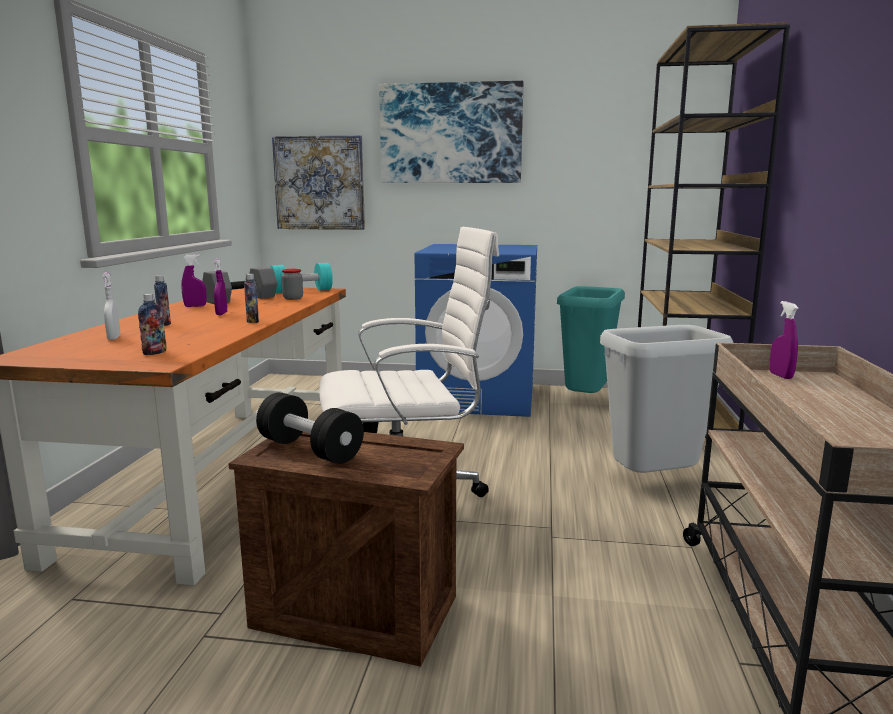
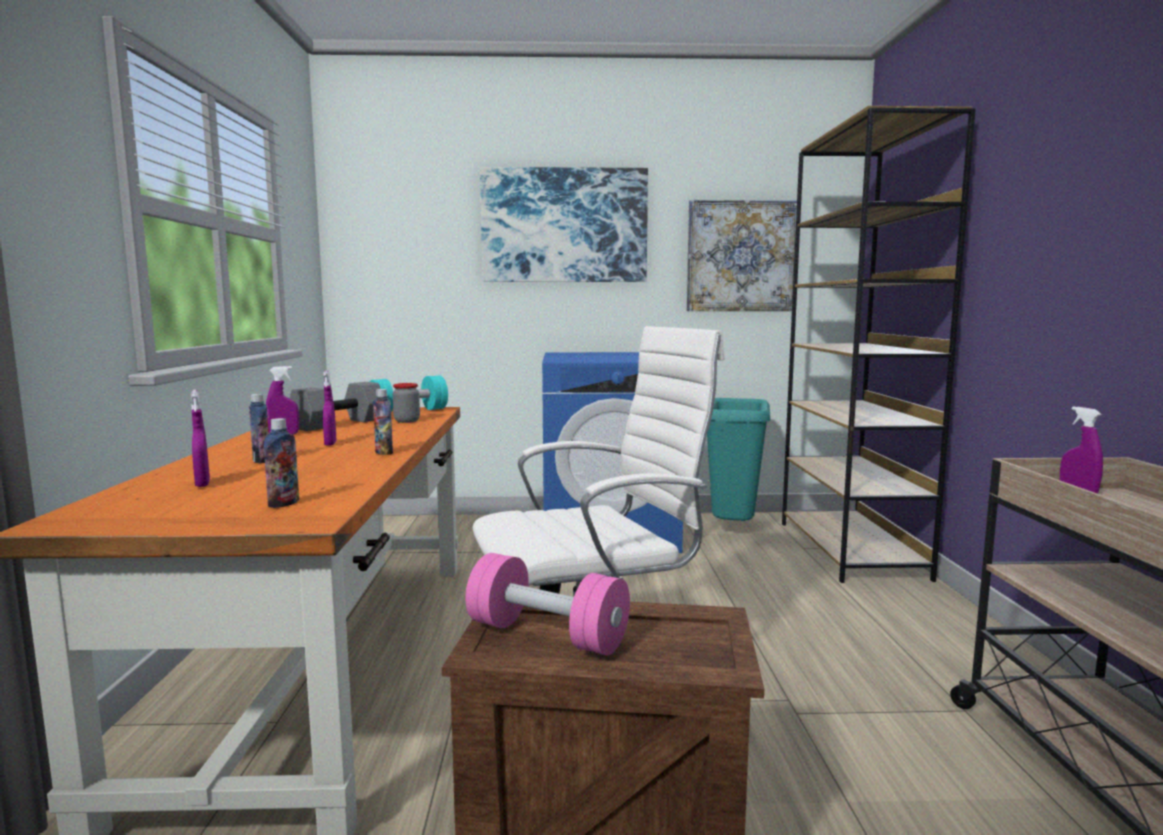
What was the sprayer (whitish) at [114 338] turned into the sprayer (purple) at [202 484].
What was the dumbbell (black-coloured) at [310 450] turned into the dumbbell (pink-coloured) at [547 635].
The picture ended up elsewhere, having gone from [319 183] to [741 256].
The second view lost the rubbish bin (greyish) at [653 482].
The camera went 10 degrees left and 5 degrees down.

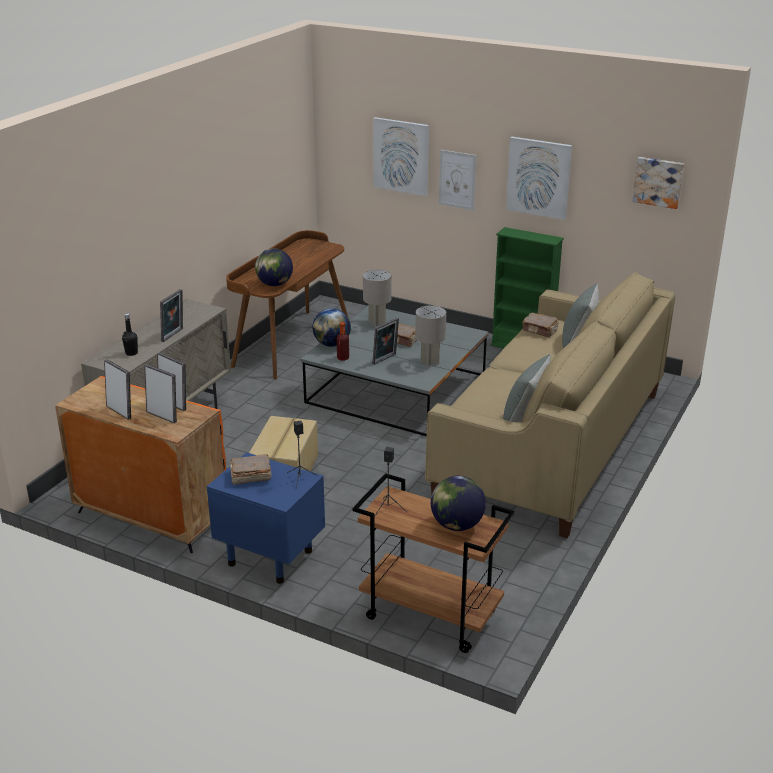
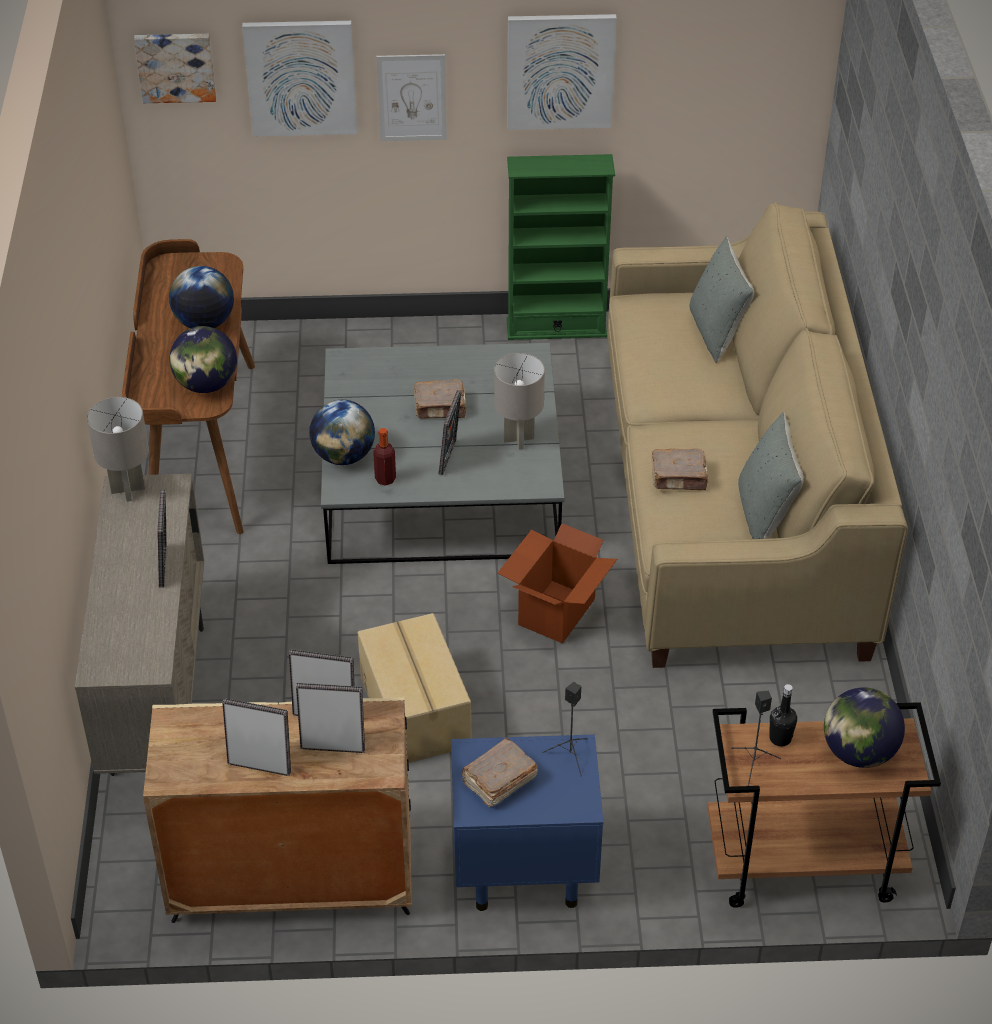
What was the storage cabinet (orangey) at [150 517] turned into the storage cabinet (sand-coloured) at [290 879].
The beverage bottle (black-coloured) ended up elsewhere, having gone from [131 353] to [780 738].
The lamp for a table (greyish) ended up elsewhere, having gone from [377 323] to [128 490].
The book (brown) ended up elsewhere, having gone from [540 330] to [679 478].
The picture ended up elsewhere, having gone from [658 182] to [176 66].
The second view gained the globe at [204 323].
The second view gained the packing box at [555 612].
The camera went 30 degrees left and 15 degrees up.

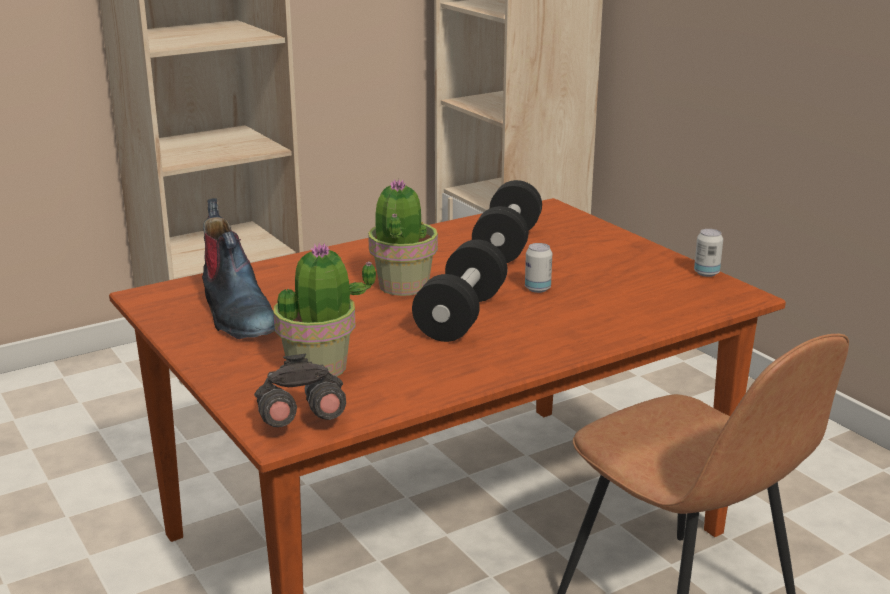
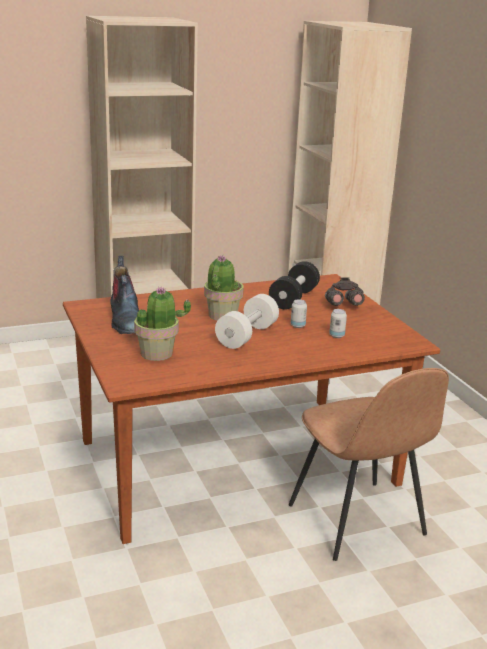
The pair of binoculars (greyish) ended up elsewhere, having gone from [299 420] to [342 306].
What was the dumbbell (black-coloured) at [461 316] turned into the dumbbell (whitish) at [247 336].
The metal can ended up elsewhere, having gone from [706 273] to [336 336].
The camera went 10 degrees right and 0 degrees up.

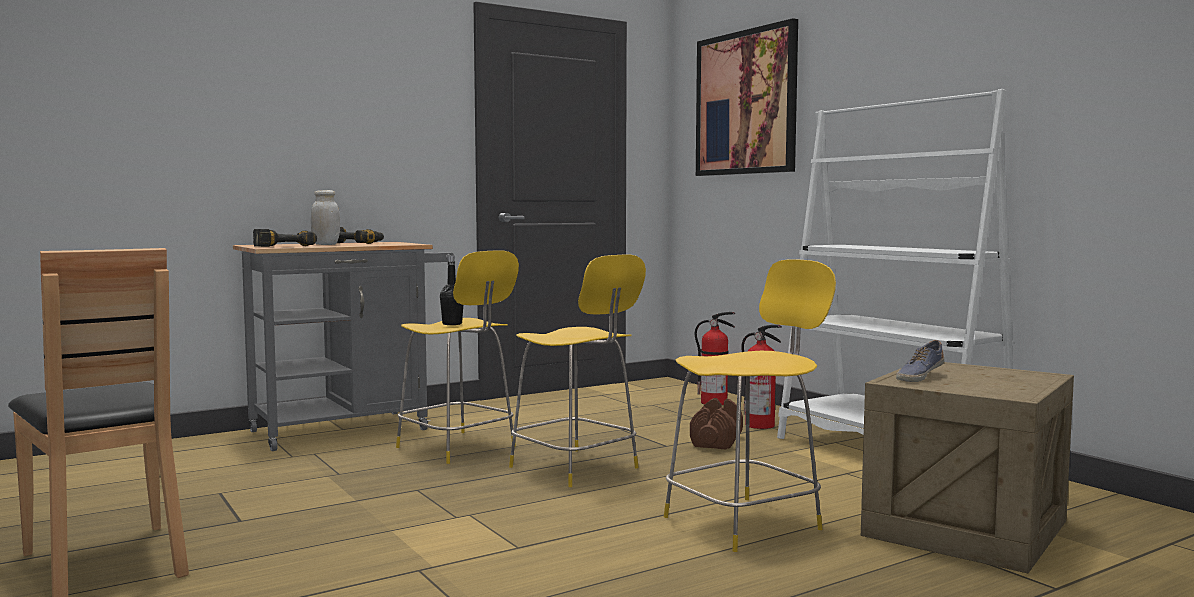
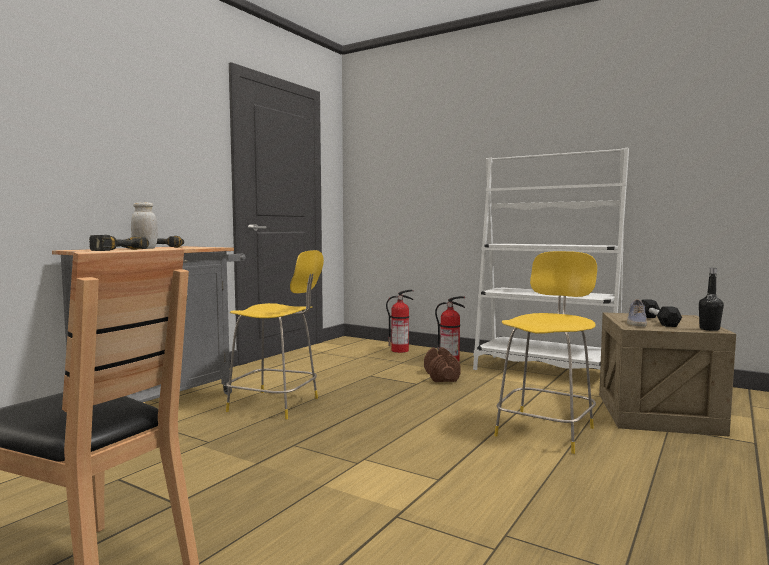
The beverage bottle (black-coloured) ended up elsewhere, having gone from [452 324] to [709 329].
The second view lost the stool seat (yellow-coloured) at [576 468].
The second view lost the picture at [745 103].
The second view gained the dumbbell (black-coloured) at [657 321].
The camera went 25 degrees left and 0 degrees up.

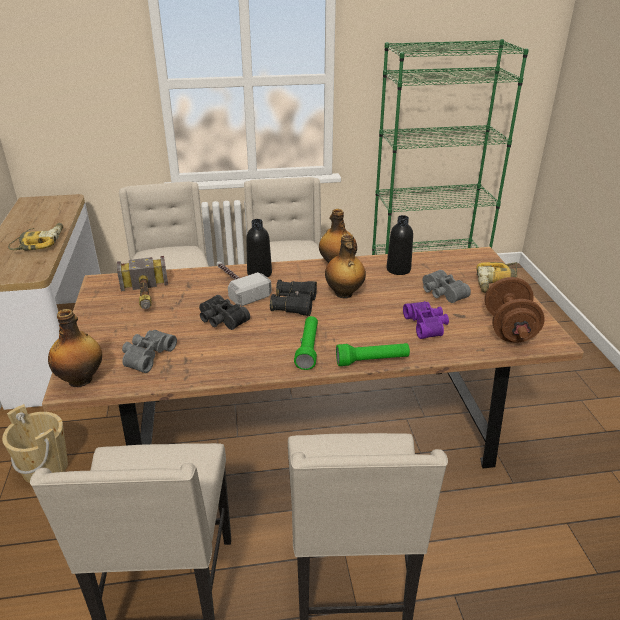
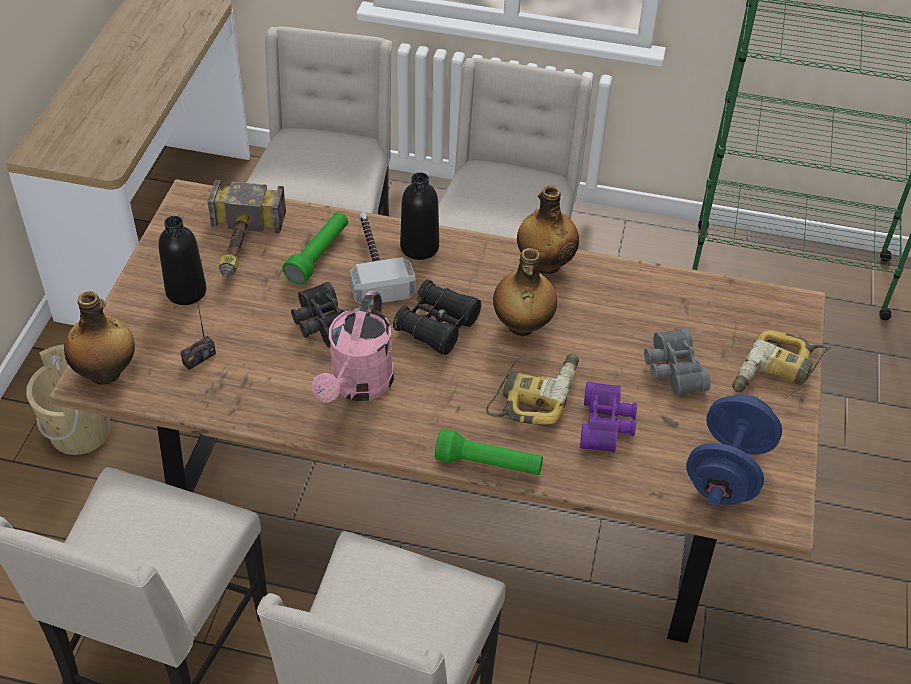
The power drill ended up elsewhere, having gone from [40 242] to [534 393].
Where the pair of binoculars (greyish) stood at [146 356], the radio came to stand at [199 358].
The torch (green) ended up elsewhere, having gone from [308 348] to [319 255].
The beverage bottle (black-coloured) ended up elsewhere, having gone from [398 269] to [186 291].
What was the dumbbell (brown) at [509 329] turned into the dumbbell (blue) at [727 471].
The second view gained the sprinkling can (pink-coloured) at [358 387].
The camera went 20 degrees right and 15 degrees up.

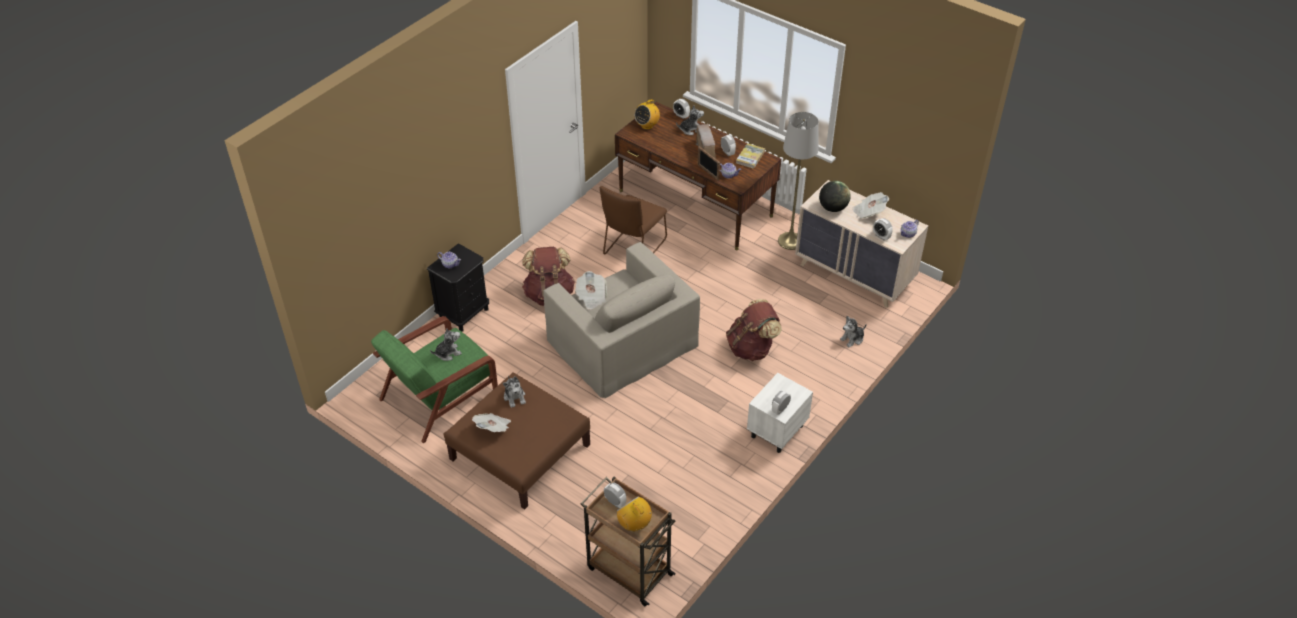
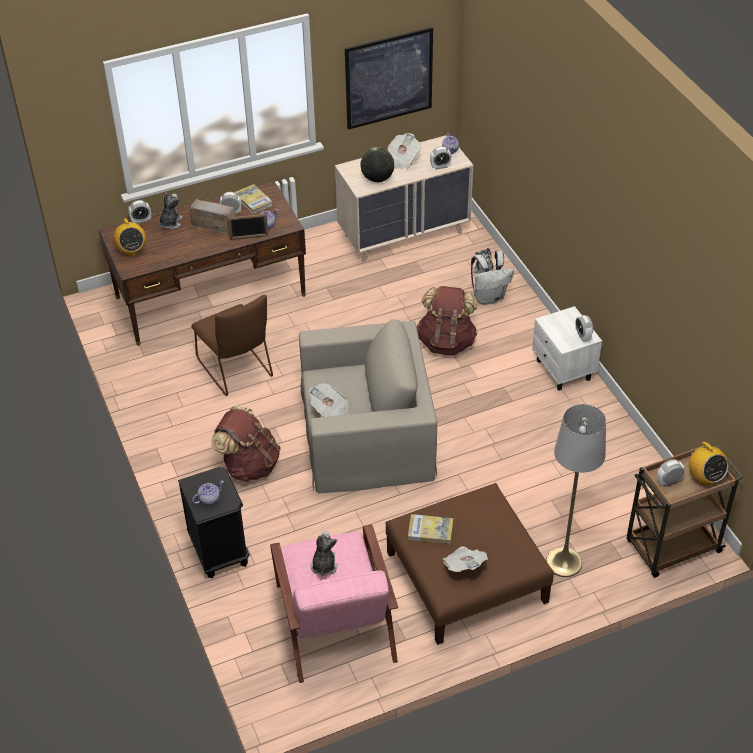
What was the lounge chair (green) at [441 395] turned into the lounge chair (pink-coloured) at [335 619].
Where the plush toy stood at [515 397], the book came to stand at [430 530].
The radio at [634 524] ended up facing another way, 105 degrees counterclockwise from before.
The standing lamp (greyish) ended up elsewhere, having gone from [790 241] to [564 562].
The second view gained the picture at [389 78].
The second view gained the backpack (whitish) at [489 297].
The camera went 60 degrees left and 0 degrees up.

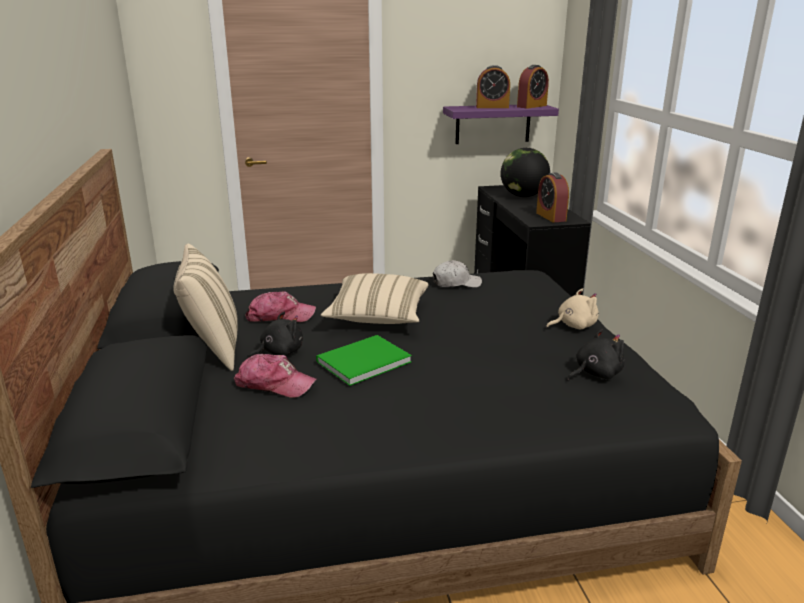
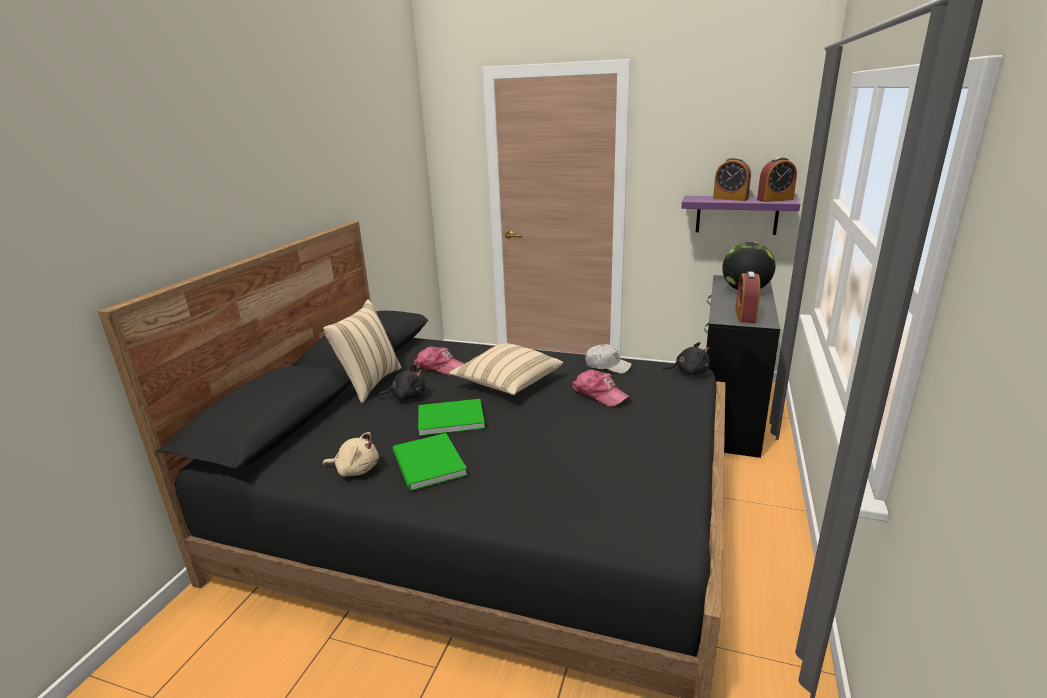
The peaked cap ended up elsewhere, having gone from [274 384] to [599 394].
The plush toy (sand-coloured) ended up elsewhere, having gone from [573 326] to [356 469].
The plush toy (black-coloured) ended up elsewhere, having gone from [595 374] to [689 372].
The second view gained the book (green) at [427 465].
The camera went 30 degrees right and 0 degrees up.

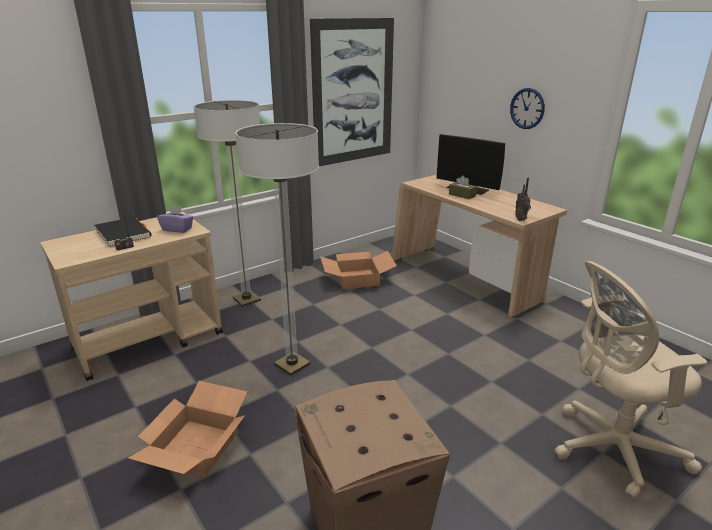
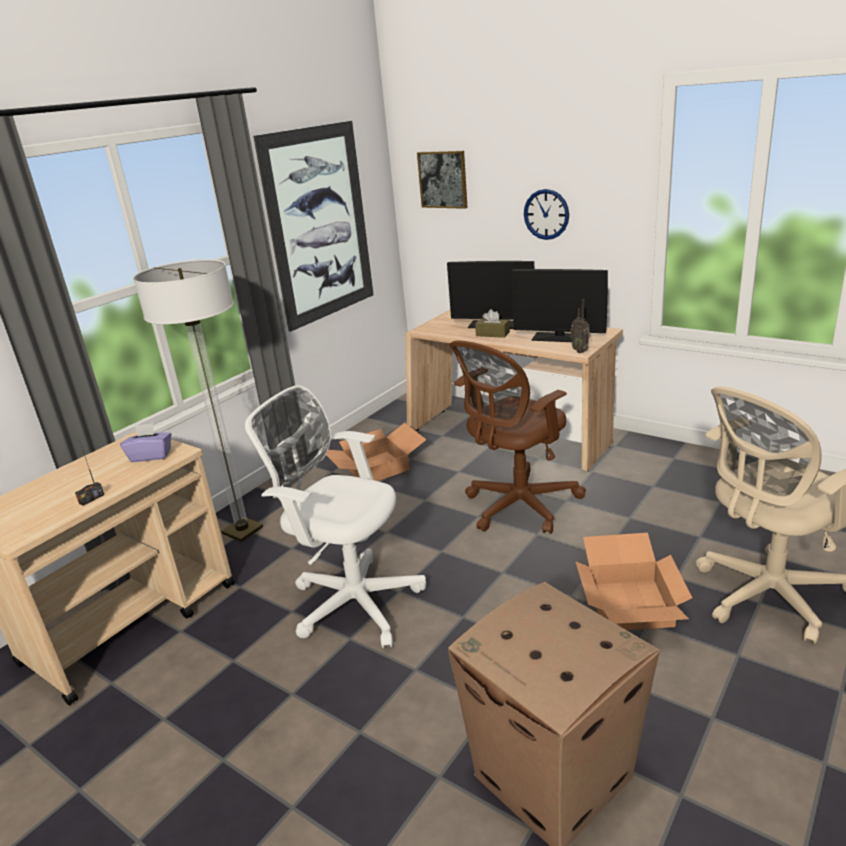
The second view lost the book (black-coloured) at [123 234].
The packing box ended up elsewhere, having gone from [196 446] to [628 604].
Where the standing lamp stood at [292 365], the computer chair (whitish) came to stand at [352 601].
The second view gained the picture at [443 179].
The second view gained the computer chair (brown) at [517 507].
The second view gained the computer display at [559 337].
The camera went 15 degrees left and 0 degrees up.

